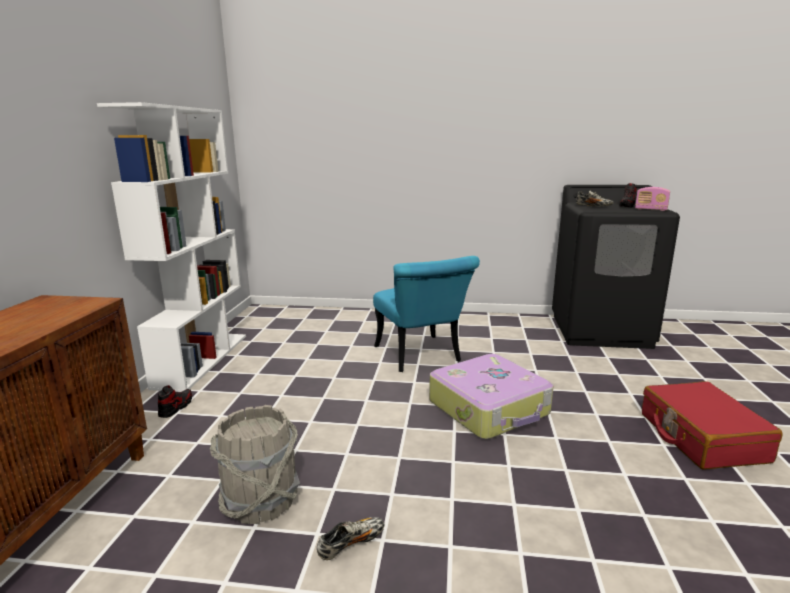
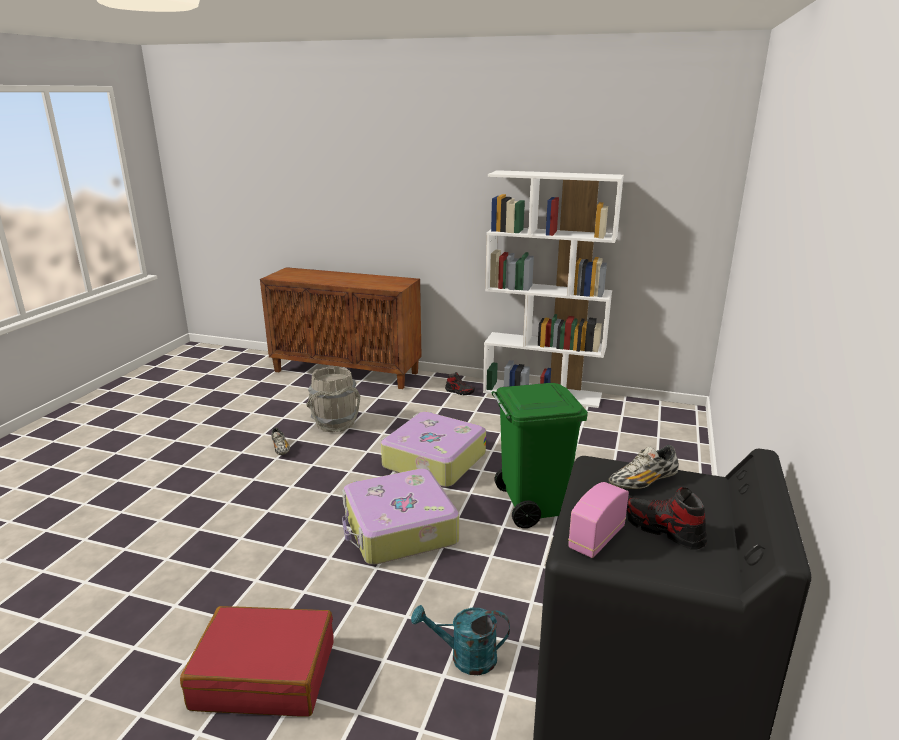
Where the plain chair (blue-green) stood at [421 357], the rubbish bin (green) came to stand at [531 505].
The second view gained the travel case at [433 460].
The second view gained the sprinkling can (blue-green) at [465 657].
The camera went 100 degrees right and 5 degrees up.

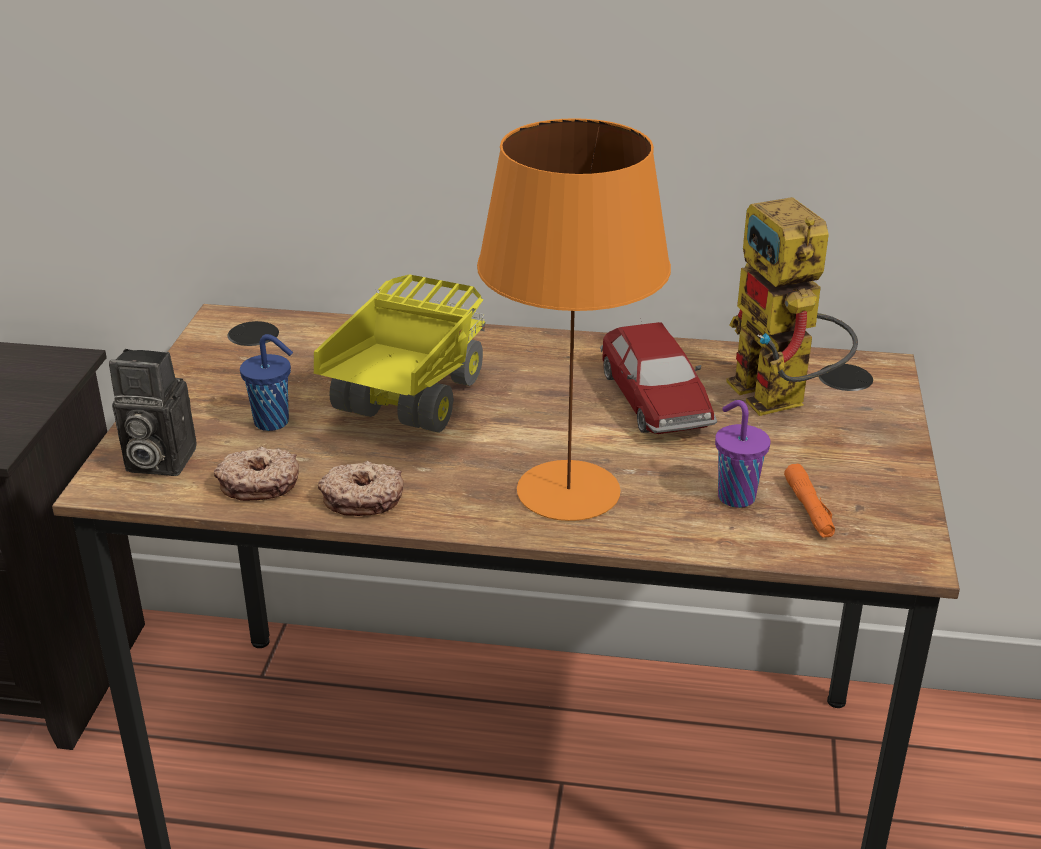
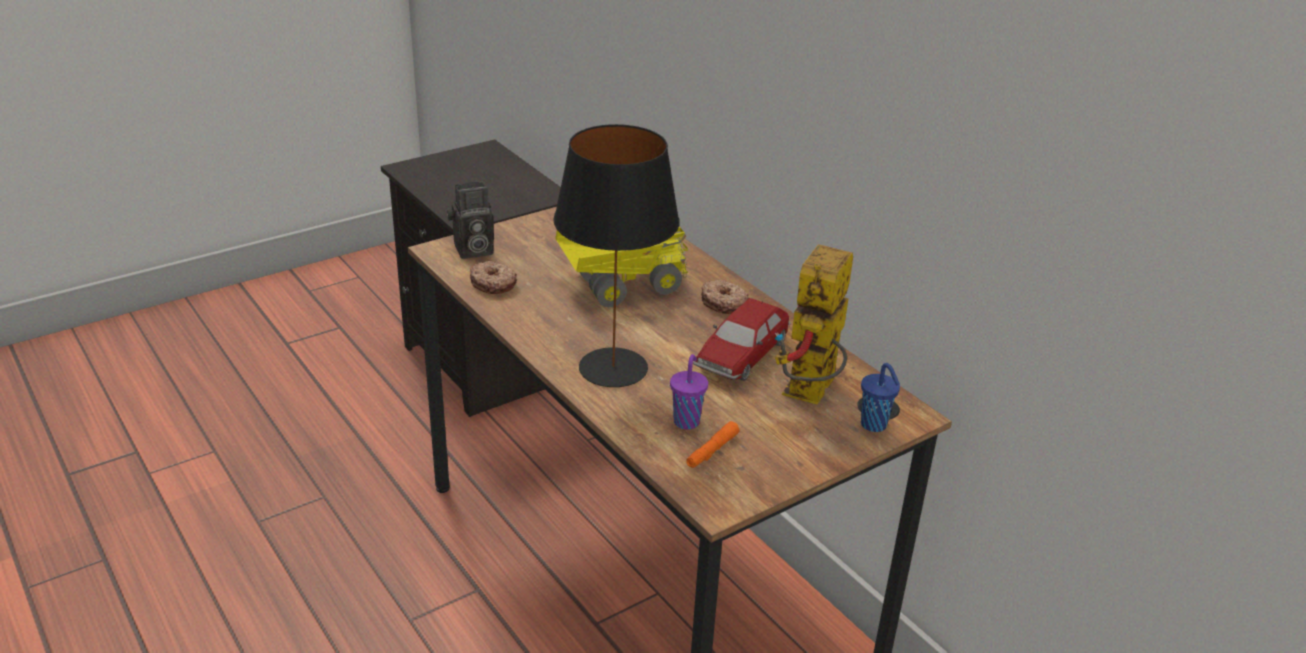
The still camera at [156 461] ended up facing another way, 75 degrees counterclockwise from before.
The drinking cup (blue) ended up elsewhere, having gone from [274 422] to [875 425].
The donut ended up elsewhere, having gone from [362 498] to [724 303].
What was the lamp for a table (orangey) at [567 492] turned into the lamp for a table (black-coloured) at [612 368].
The camera went 45 degrees right and 0 degrees up.

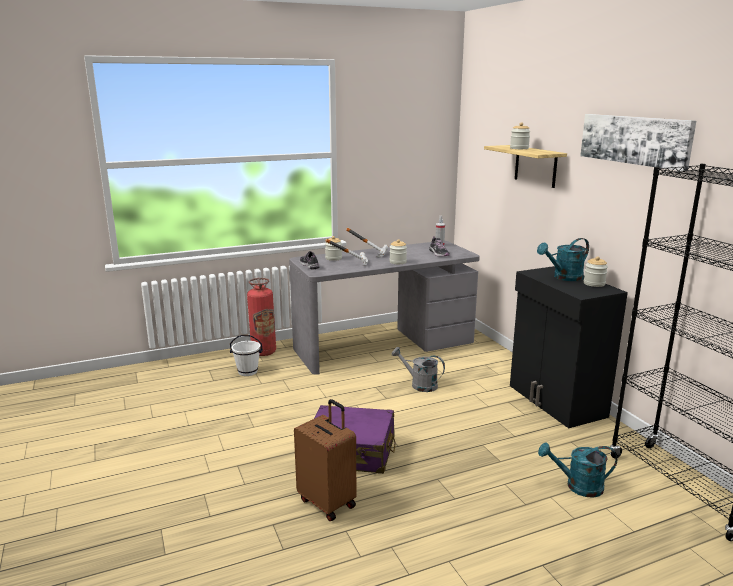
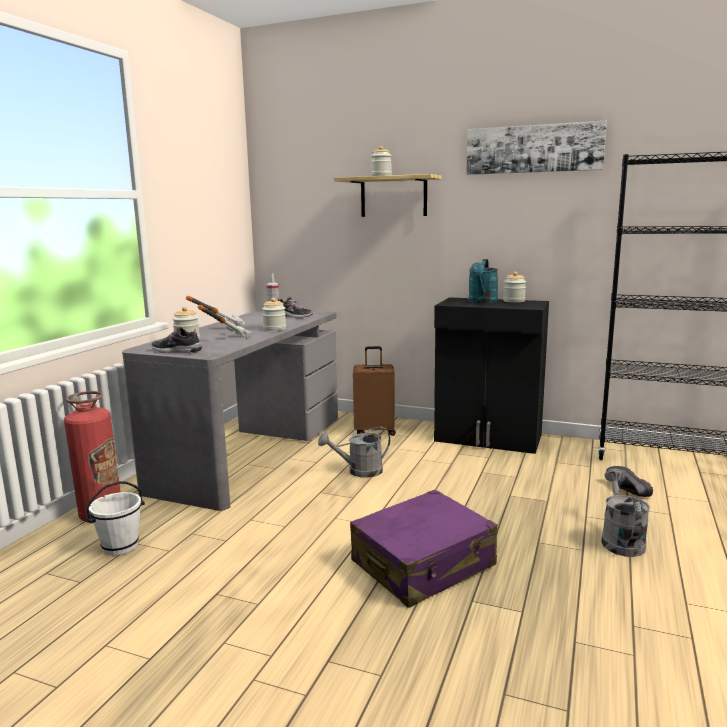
The travel case (brown) ended up elsewhere, having gone from [328 502] to [375 431].
Where the sprinkling can (blue-green) stood at [577 486], the item of footwear (black-coloured) came to stand at [625 490].
The second view gained the sprinkling can (greyish) at [620 540].
The camera went 45 degrees left and 5 degrees down.

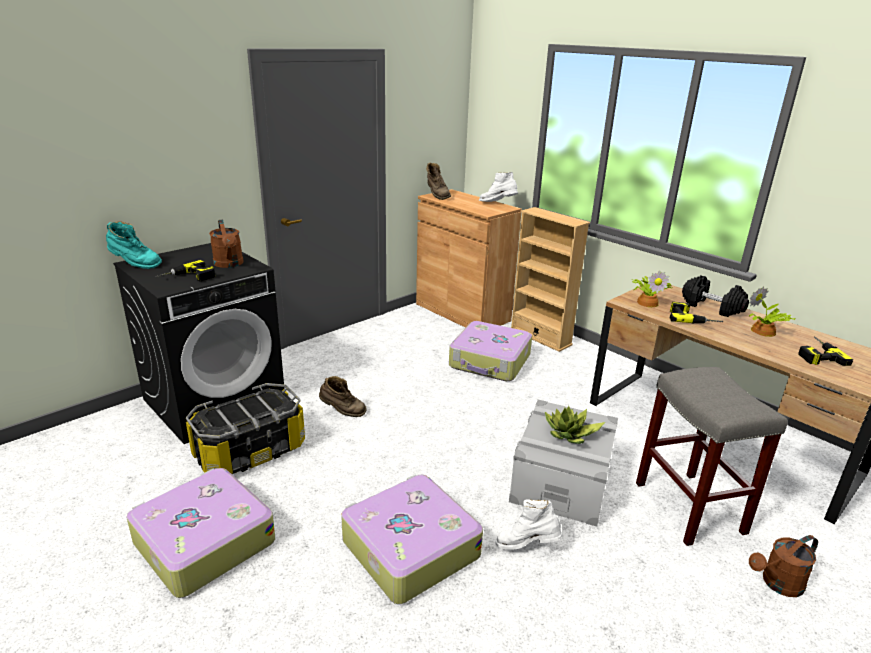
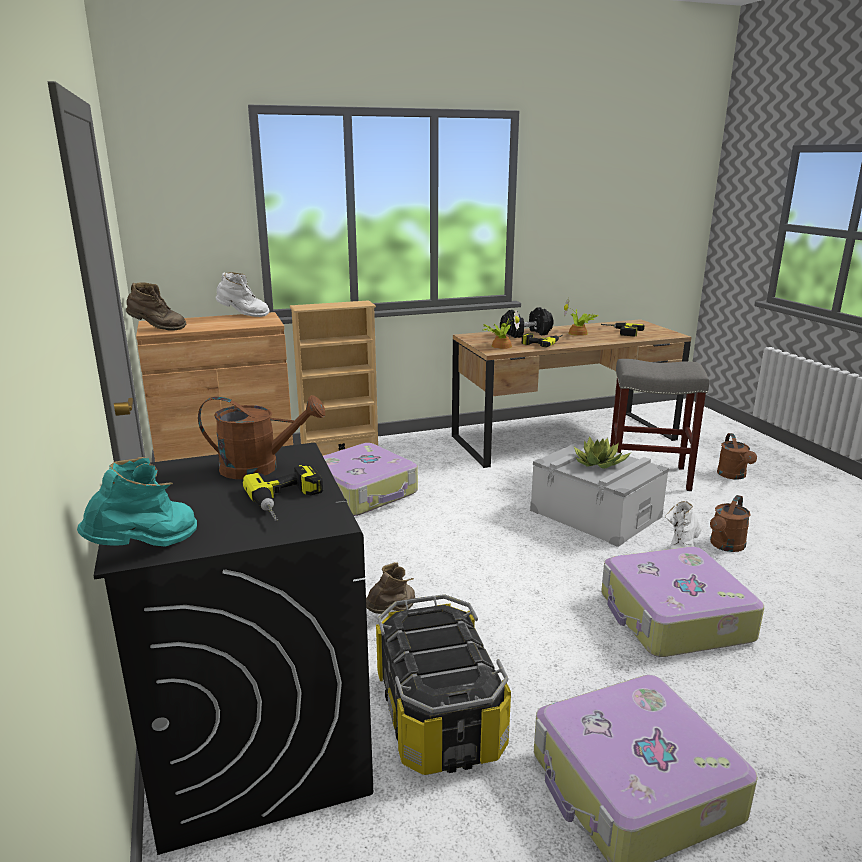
The tall boot (whitish) at [498 204] ended up facing another way, 135 degrees counterclockwise from before.
The second view gained the sprinkling can (brown) at [725 546].
The camera went 65 degrees left and 5 degrees down.

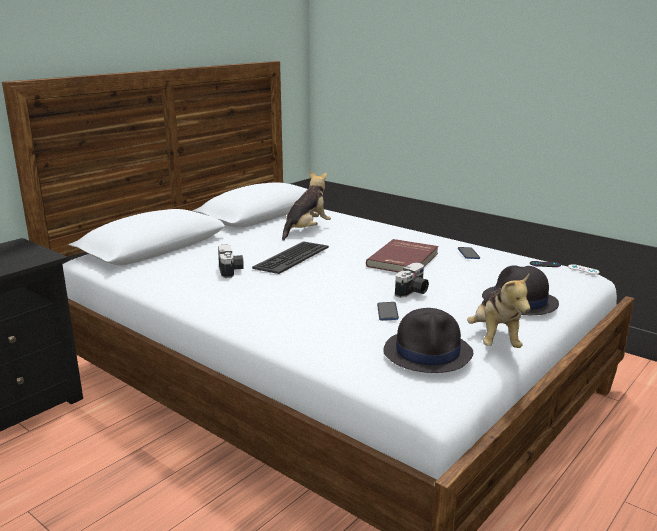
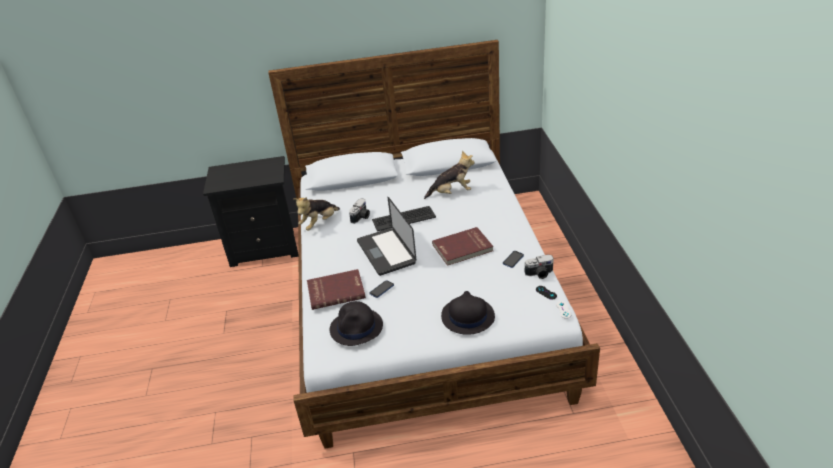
The still camera ended up elsewhere, having gone from [413 292] to [539 274].
The plush toy ended up elsewhere, having gone from [494 340] to [319 223].
The second view gained the book (red) at [336 290].
The second view gained the notebook computer at [386 252].
The camera went 45 degrees right and 15 degrees up.

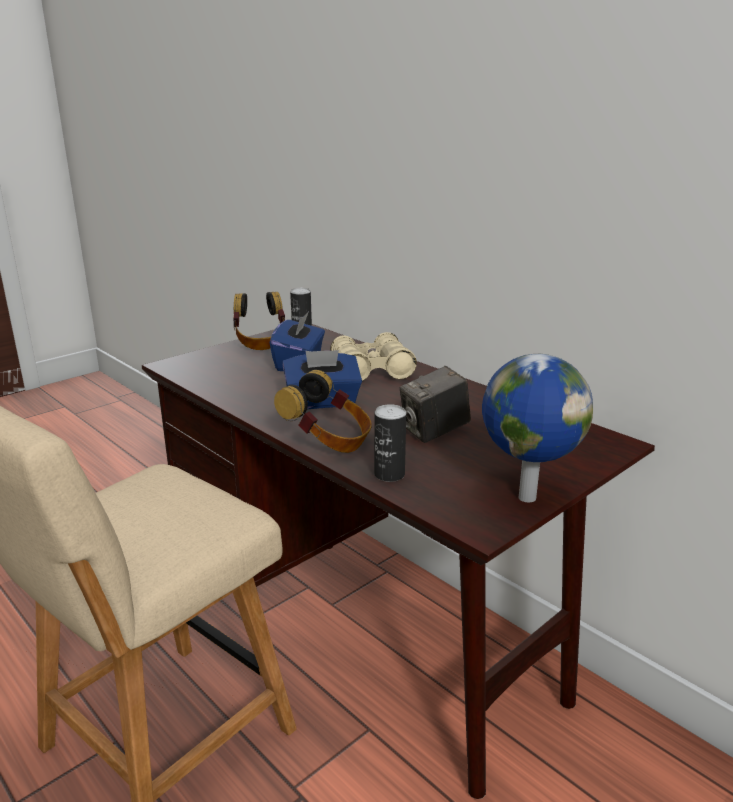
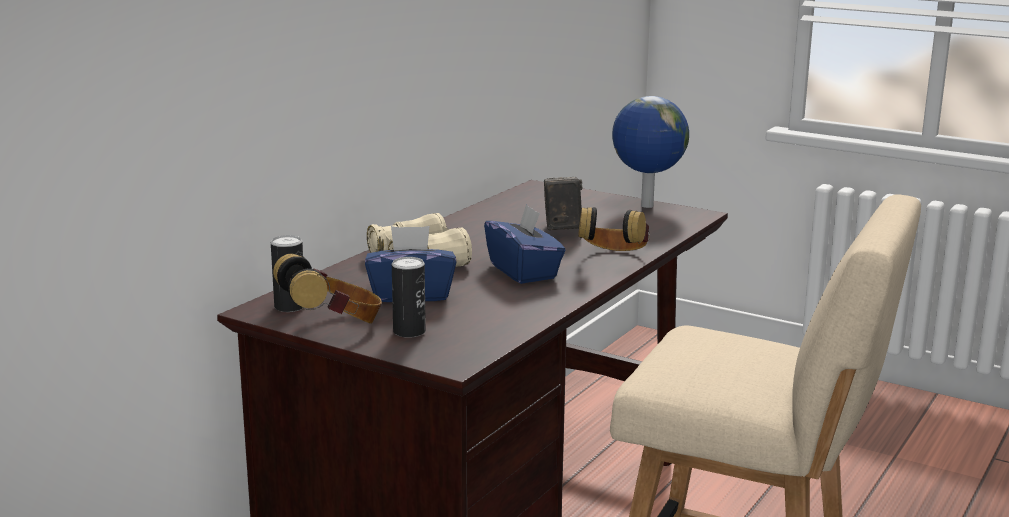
The metal can ended up elsewhere, having gone from [389 474] to [409 332].
The still camera at [434 432] ended up facing another way, 135 degrees counterclockwise from before.
The camera went 105 degrees left and 5 degrees down.

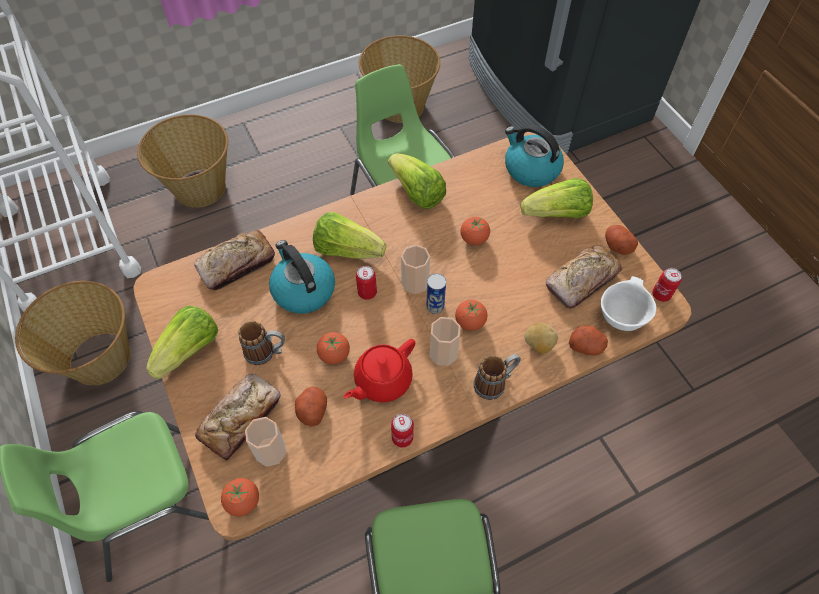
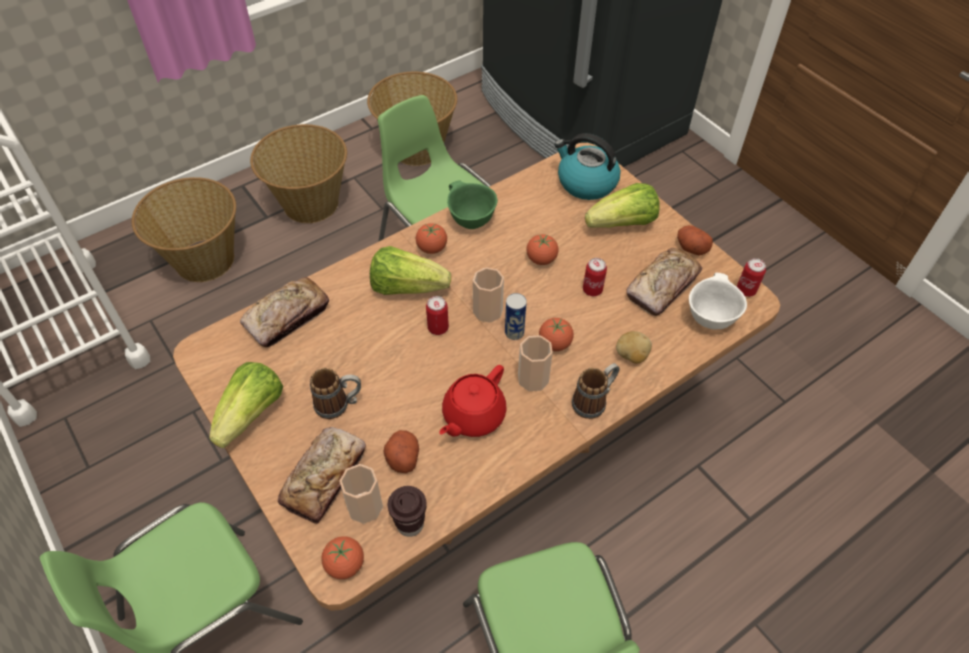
The basket ended up elsewhere, having gone from [99 359] to [310 204].
The second view lost the water kettle at [303 290].
The tomato ended up elsewhere, having gone from [334 355] to [432 248].
Where the lettuce stood at [416 193], the serving bowl (green) came to stand at [470 220].
The metal can ended up elsewhere, having gone from [402 438] to [592 290].
The second view lost the whole potato at [586 346].
The second view gained the drinking cup (brown) at [410 524].
The camera went 10 degrees left and 5 degrees down.

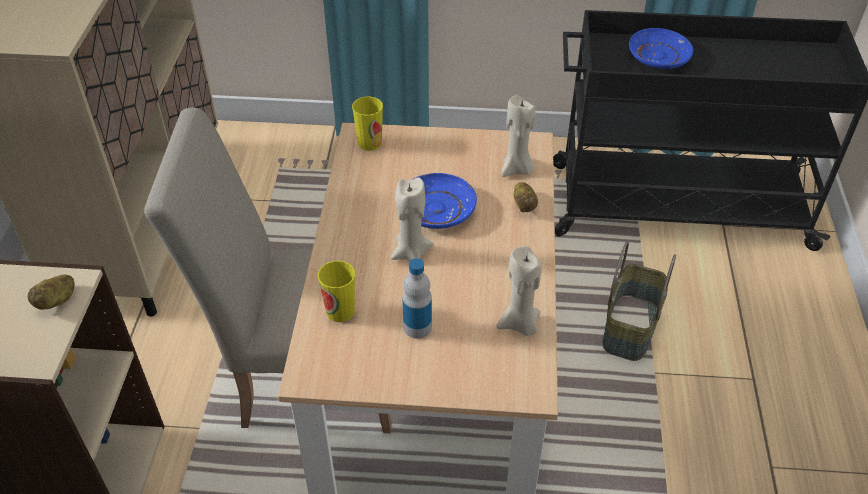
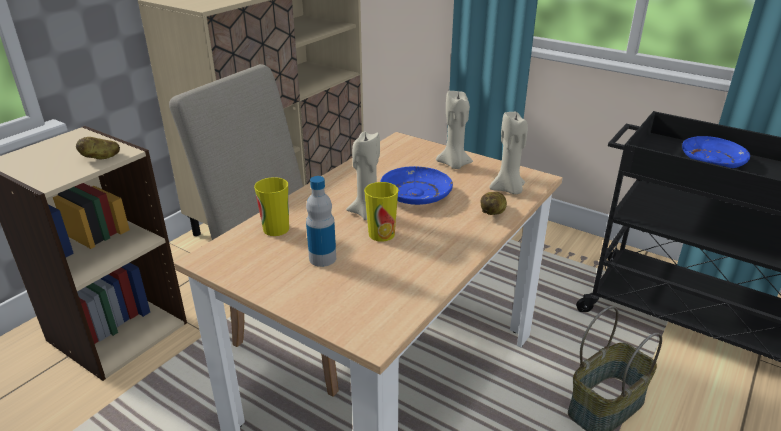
The drinking cup ended up elsewhere, having gone from [369 142] to [381 234].
The candle (sand-coloured) ended up elsewhere, having gone from [520 324] to [454 164].
The camera went 30 degrees right and 15 degrees down.

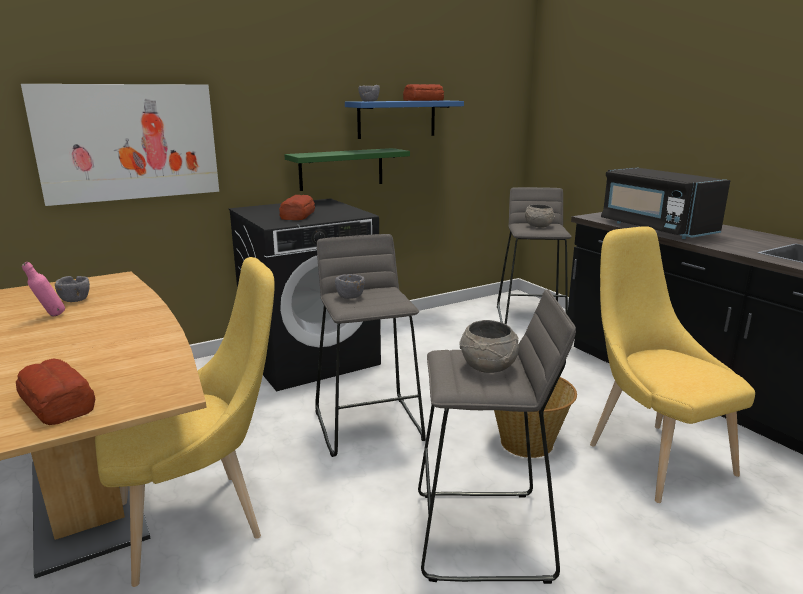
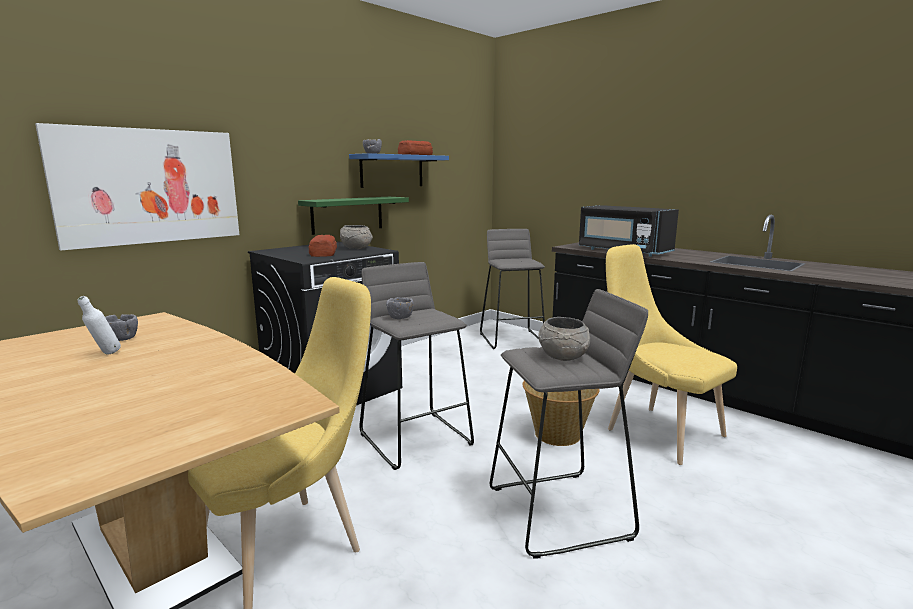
The second view lost the bread at [58 402].
What was the beverage bottle (pink-coloured) at [50 317] turned into the beverage bottle (whitish) at [104 355].
The serving bowl (greyish) ended up elsewhere, having gone from [538 226] to [356 248].
The camera went 15 degrees left and 5 degrees down.

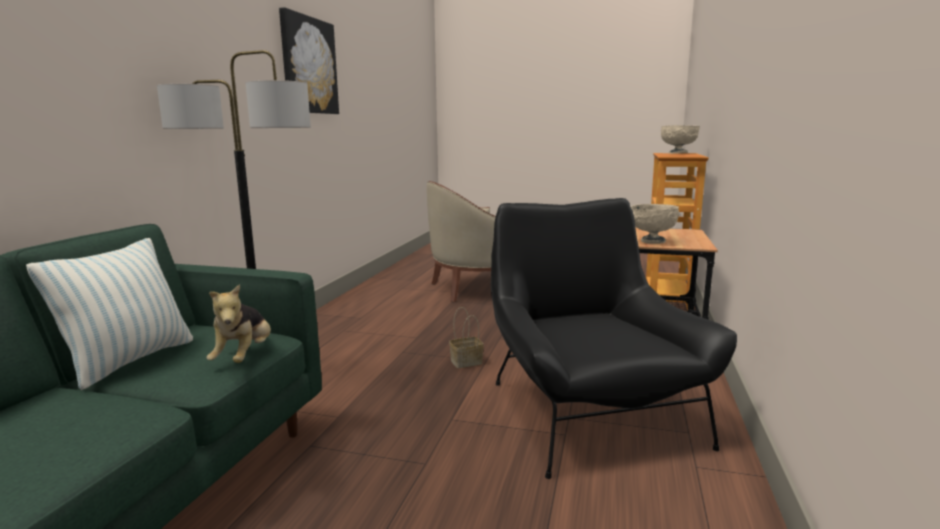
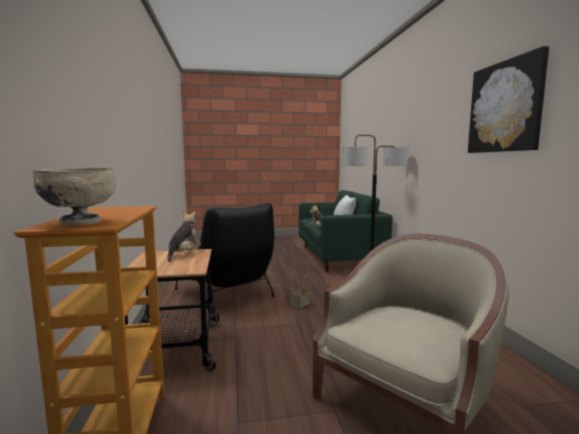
Where the serving bowl (sand-coloured) stood at [652 241], the plush toy came to stand at [184 254].
The camera went 155 degrees right and 5 degrees down.

